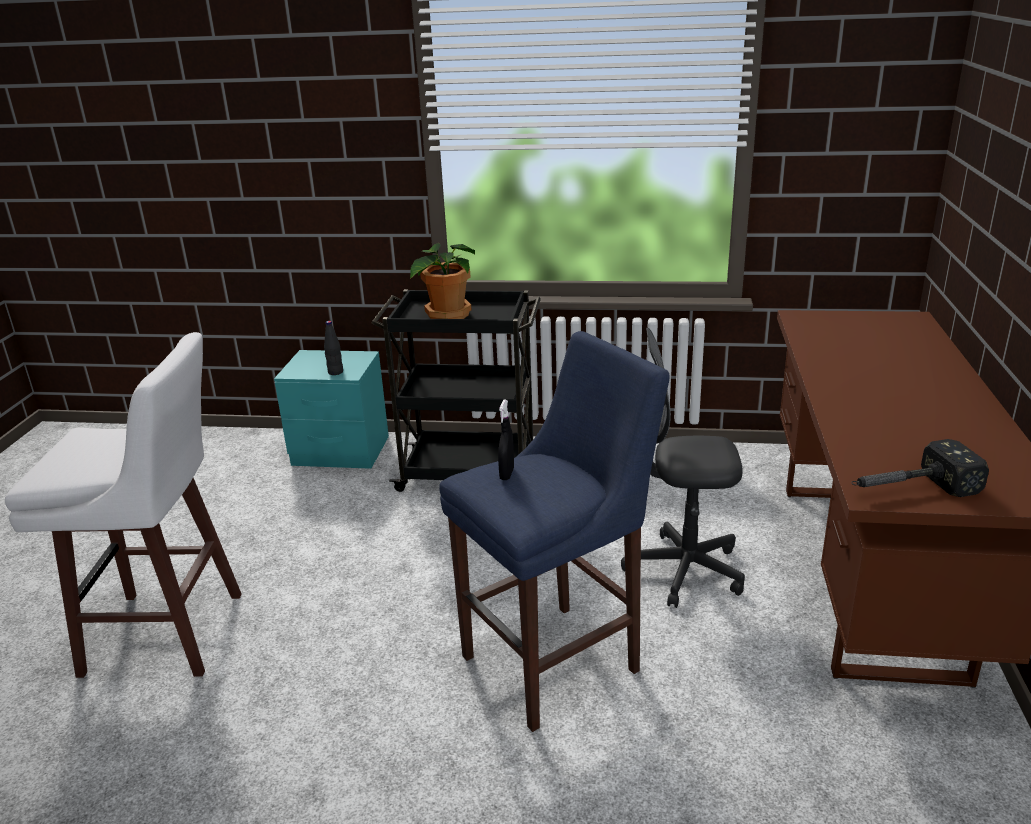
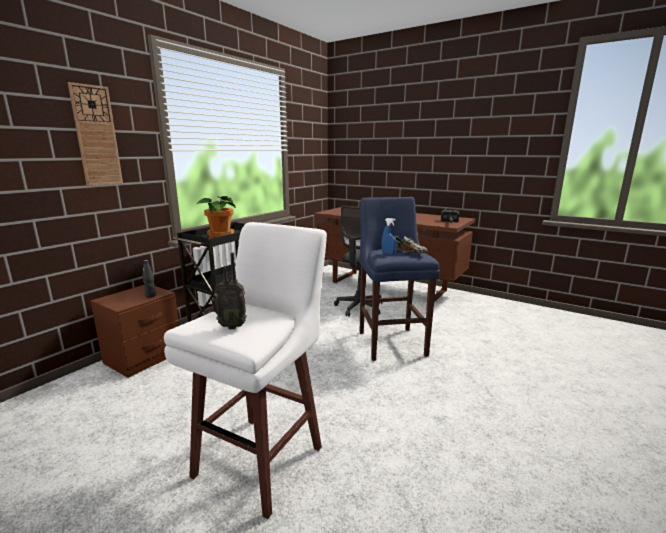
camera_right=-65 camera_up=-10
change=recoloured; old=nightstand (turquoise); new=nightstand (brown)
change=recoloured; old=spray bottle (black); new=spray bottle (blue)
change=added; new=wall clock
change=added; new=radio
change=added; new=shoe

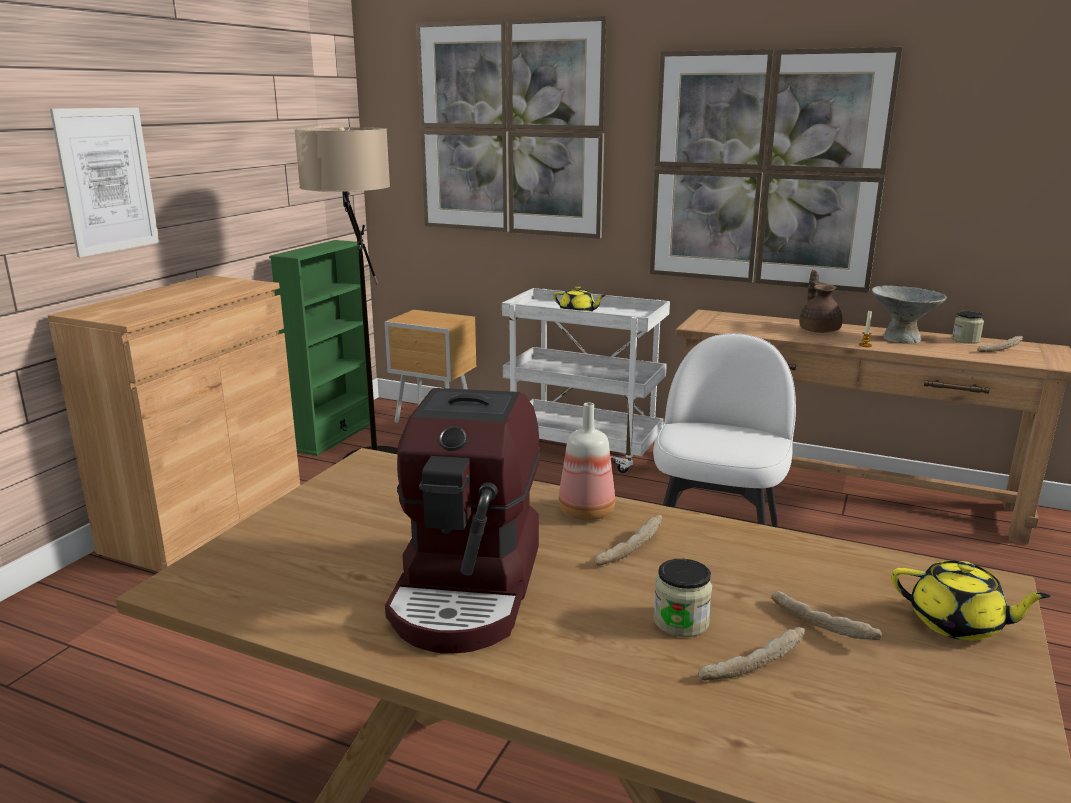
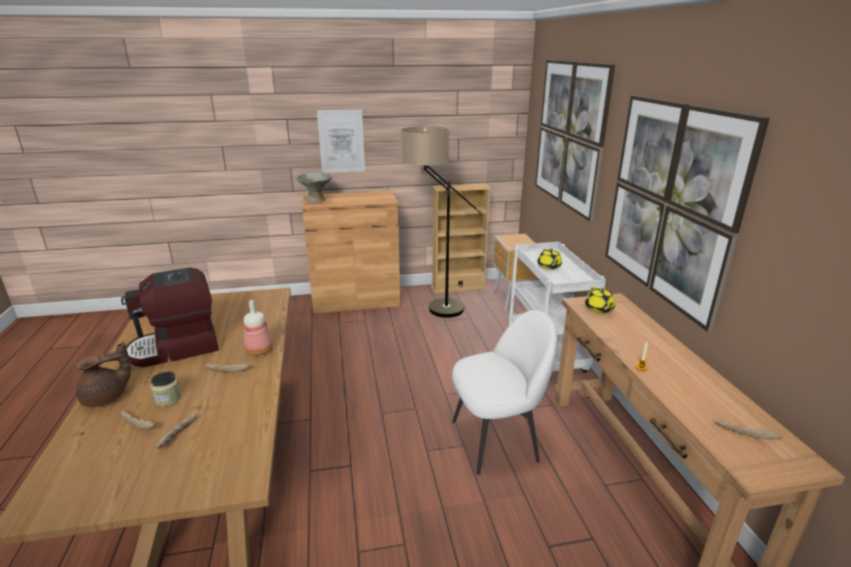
camera_right=55 camera_up=5
change=recoloured; old=bookcase (green); new=bookcase (beige)
change=moved; old=teapot (brown)
change=moved; old=bowl (grey)
change=moved; old=teapot (yellow) (2nd from left)
change=removed; old=jar (2nd from left)

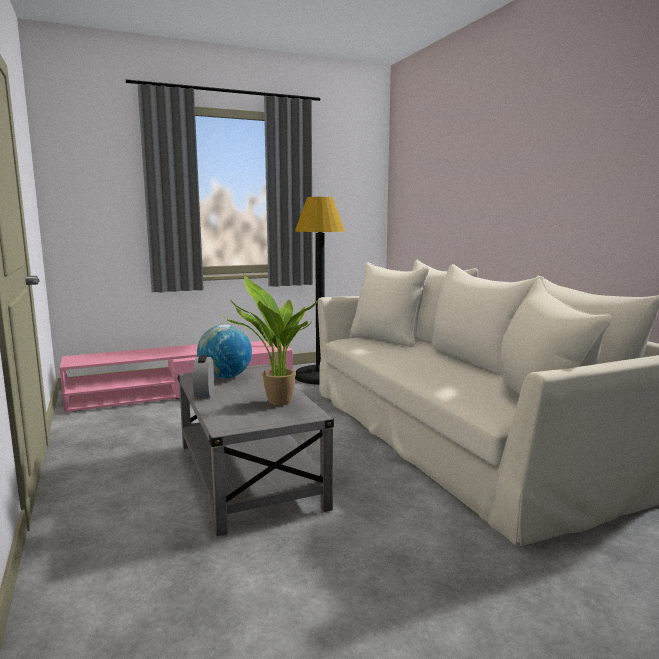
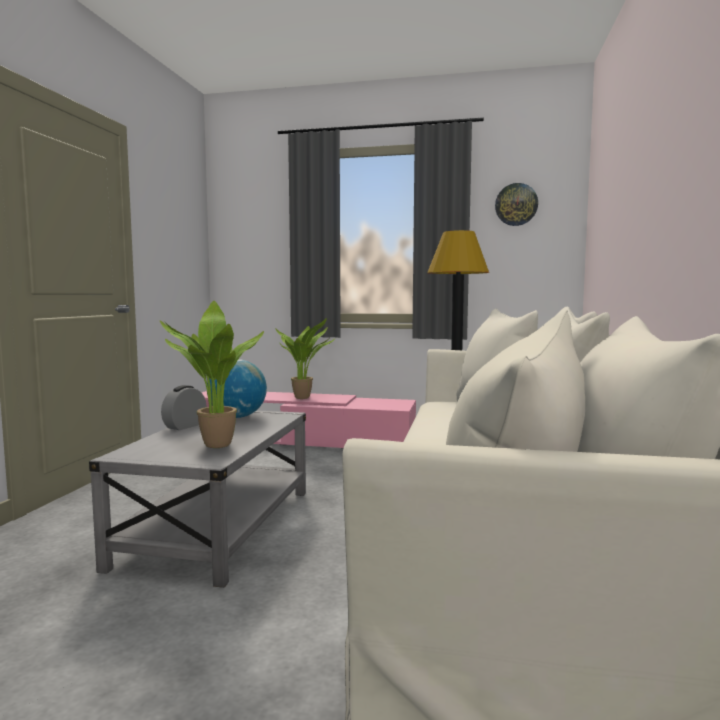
camera_right=35 camera_up=-5
change=added; new=potted plant (2nd from left)
change=added; new=wall clock

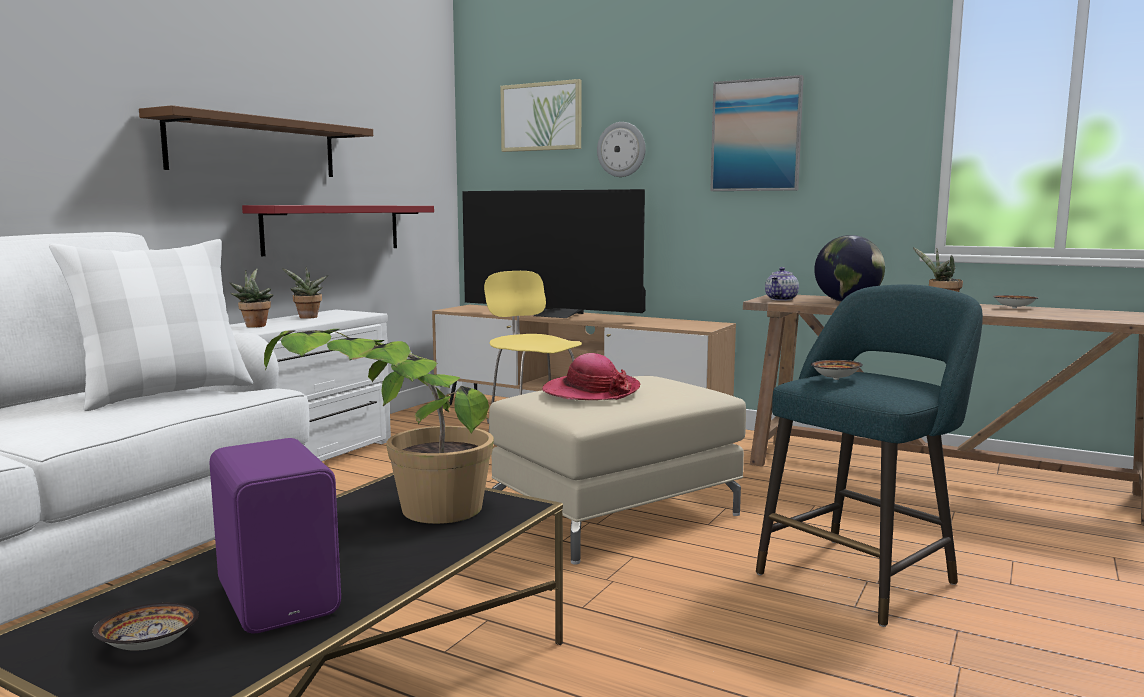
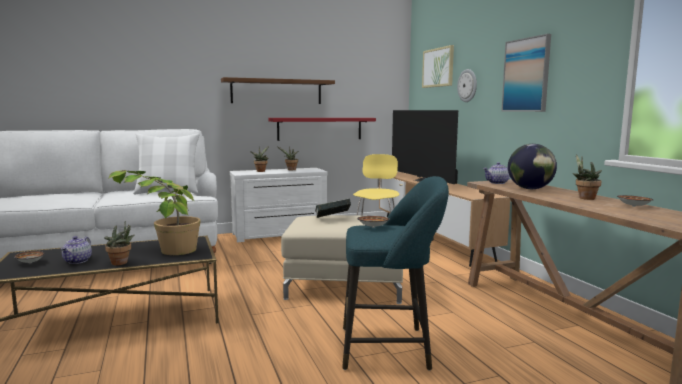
camera_right=40 camera_up=0
change=replaced; old=speaker (purple); new=teapot (1st from left)
change=replaced; old=hat; new=book
change=added; new=potted plant (1st from left)

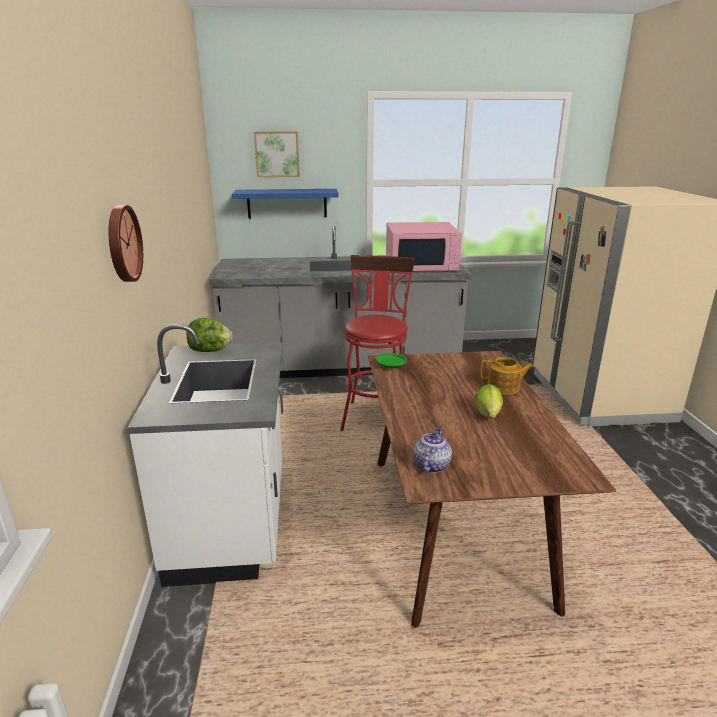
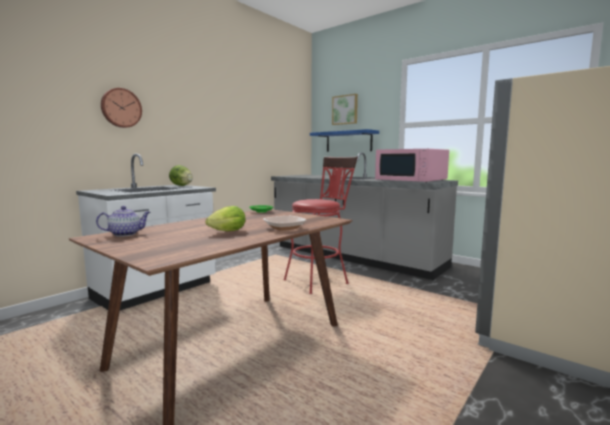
camera_right=45 camera_up=-15
change=replaced; old=teapot (2nd from left); new=bowl

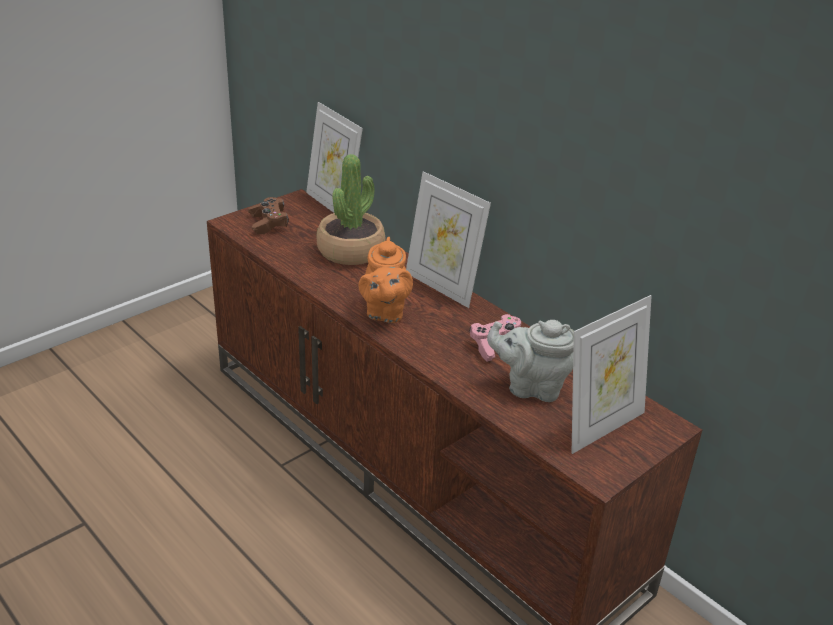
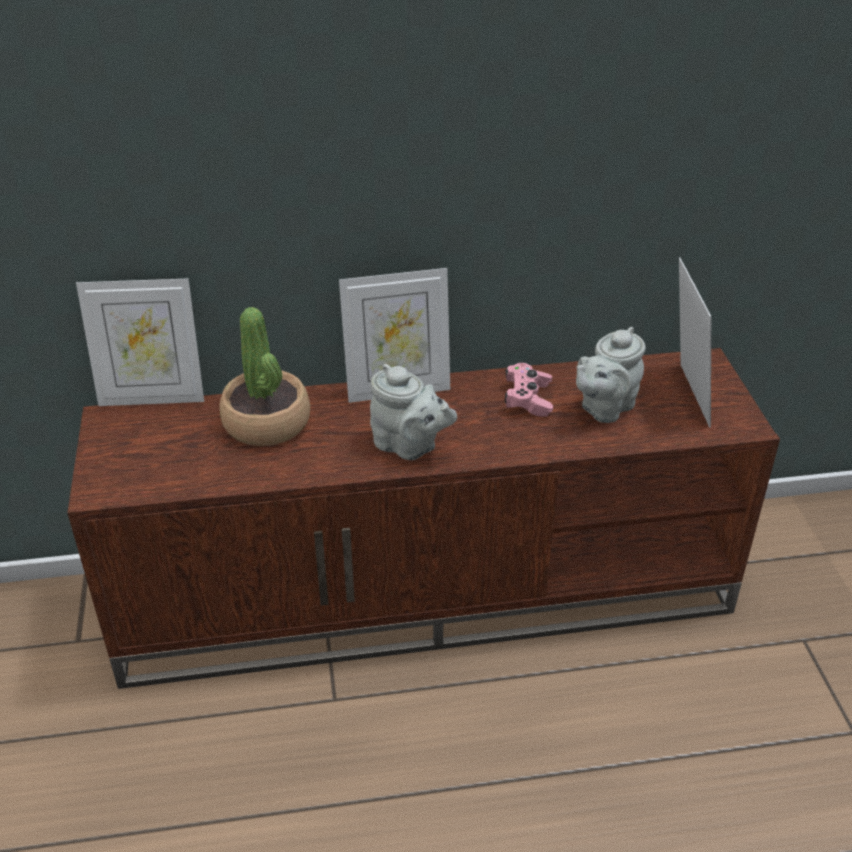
camera_right=-55 camera_up=5
change=removed; old=game controller (brown)
change=recoloured; old=teapot (orange); new=teapot (grey) (1st from left)

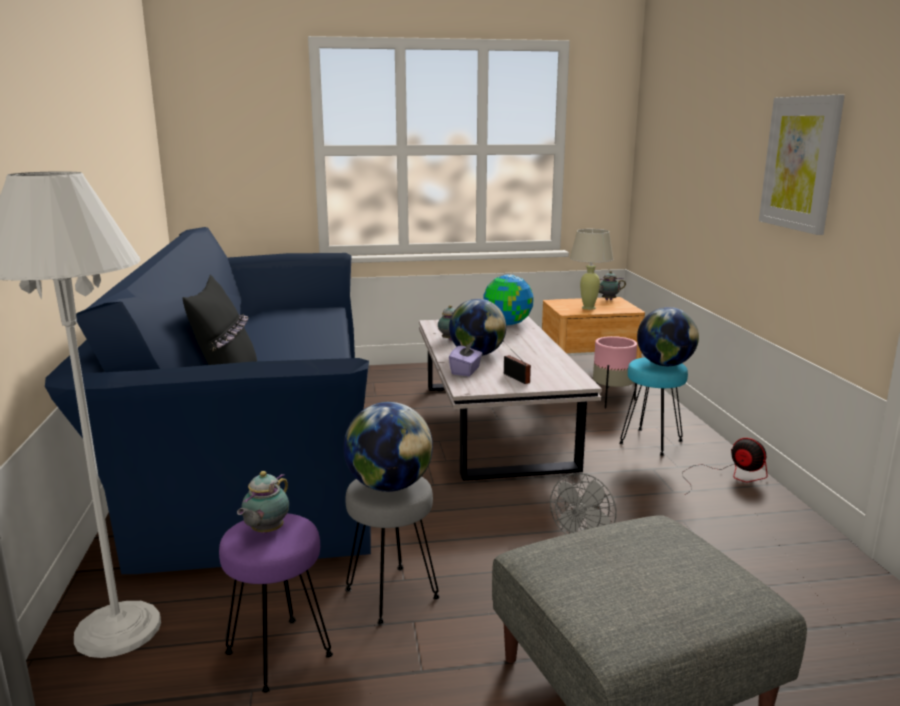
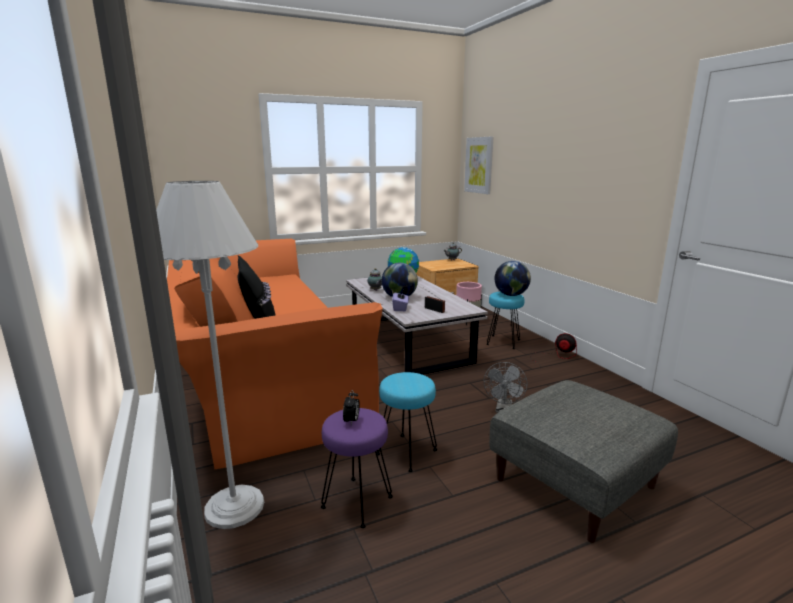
camera_right=-15 camera_up=0
change=recoloured; old=sofa (blue); new=sofa (orange)
change=replaced; old=teapot (1st from left); new=alarm clock
change=removed; old=globe (1st from left)
change=recoloured; old=stool (grey); new=stool (turquoise) (1st from left)
change=removed; old=table lamp (beige)
change=moved; old=picture

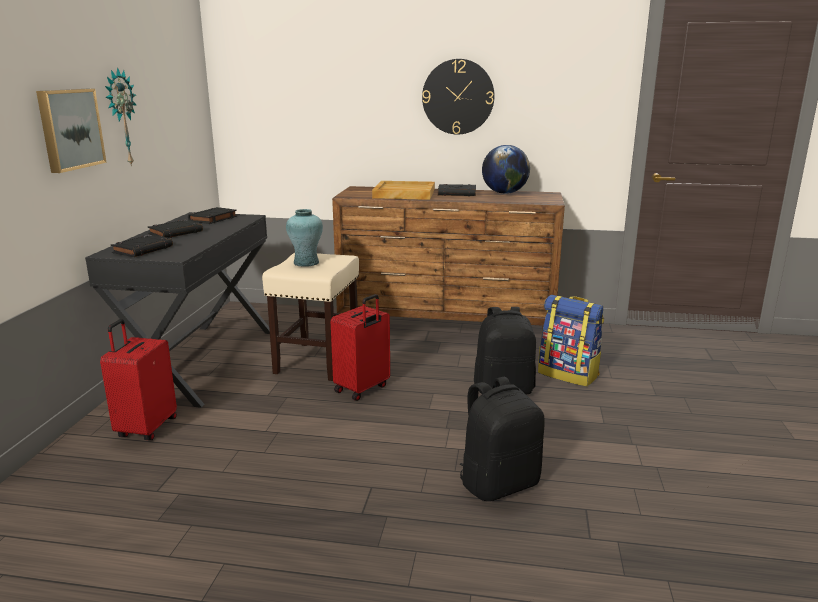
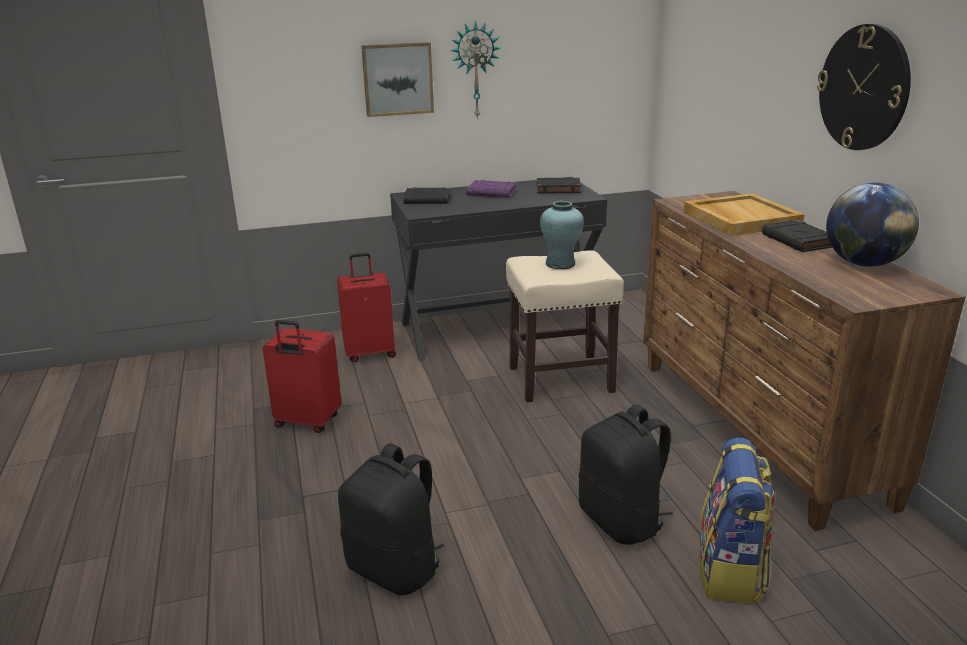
camera_right=65 camera_up=5
change=recoloured; old=book (black) (2nd from left); new=book (purple)
change=moved; old=suitcase (red) (2nd from left in the first image); new=suitcase (red) (1st from left)

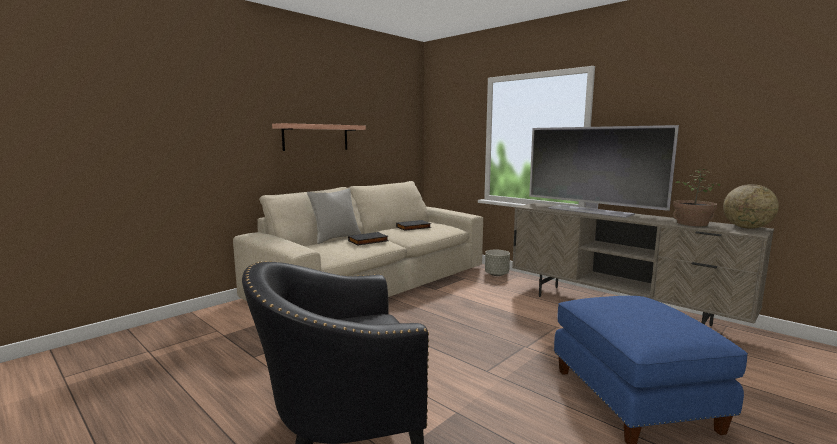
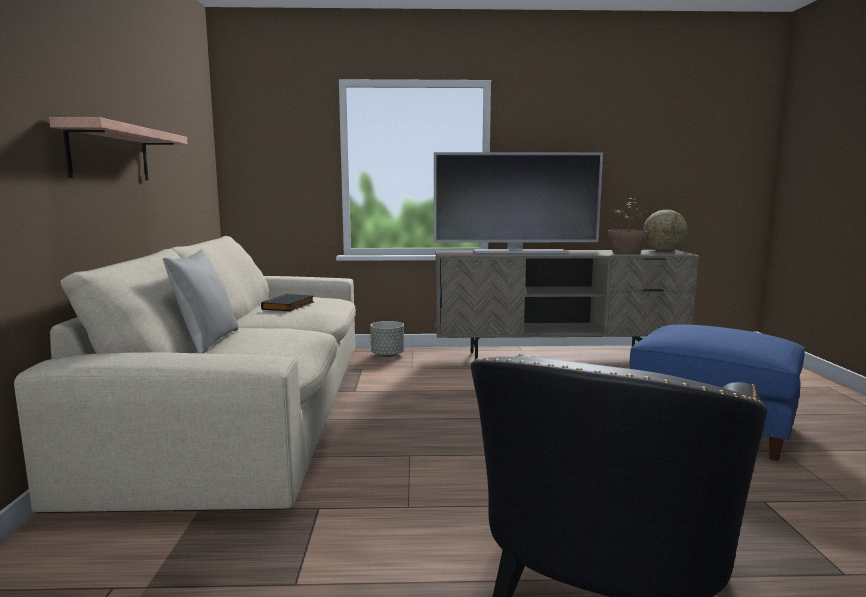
camera_right=-45 camera_up=0
change=removed; old=book (black) (1st from left)

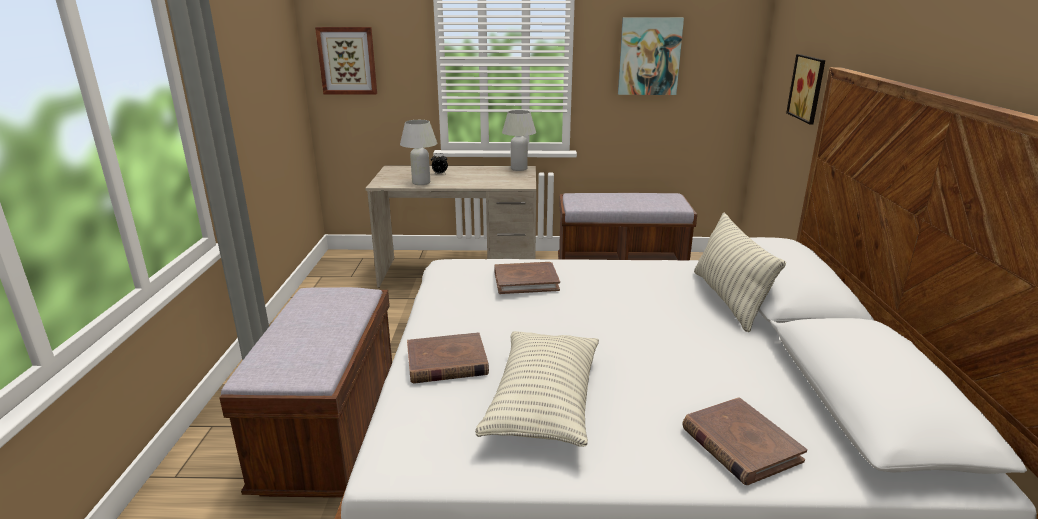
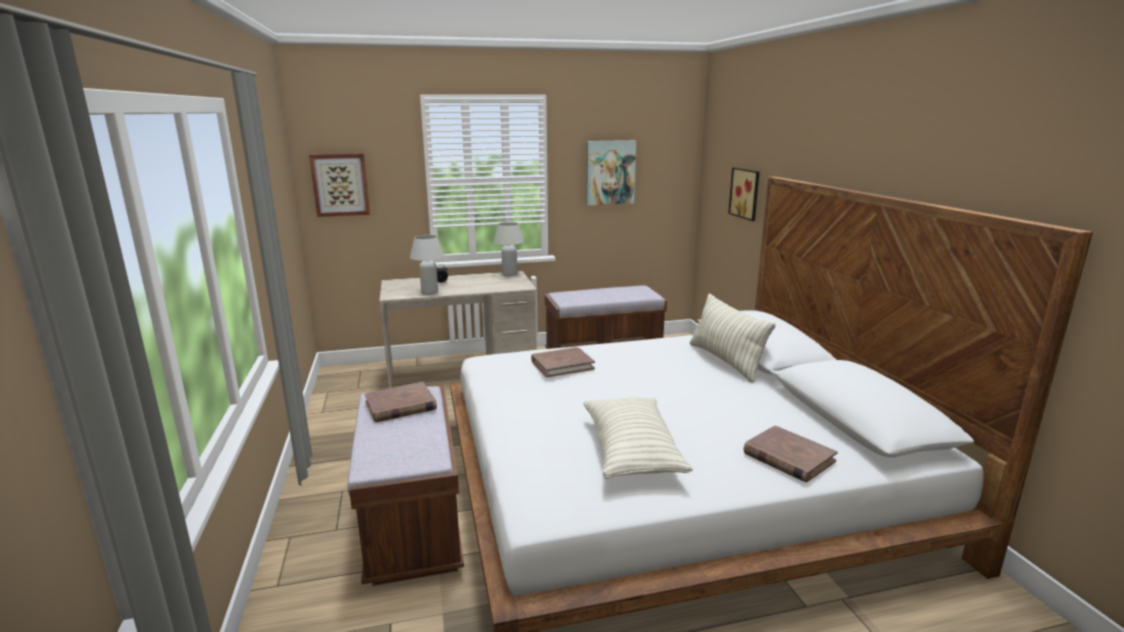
camera_right=-15 camera_up=-5
change=moved; old=book (brown) (1st from left)

